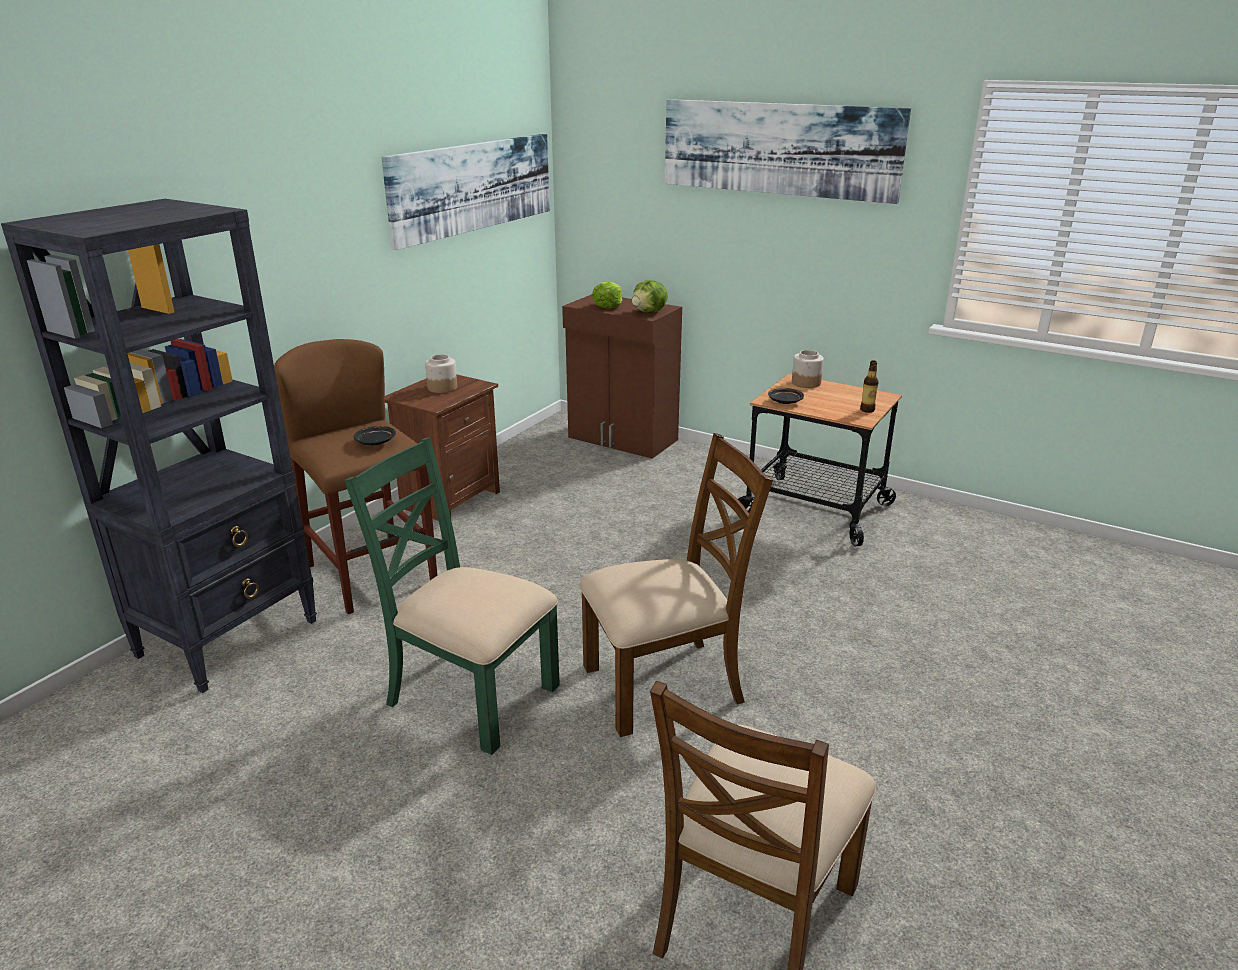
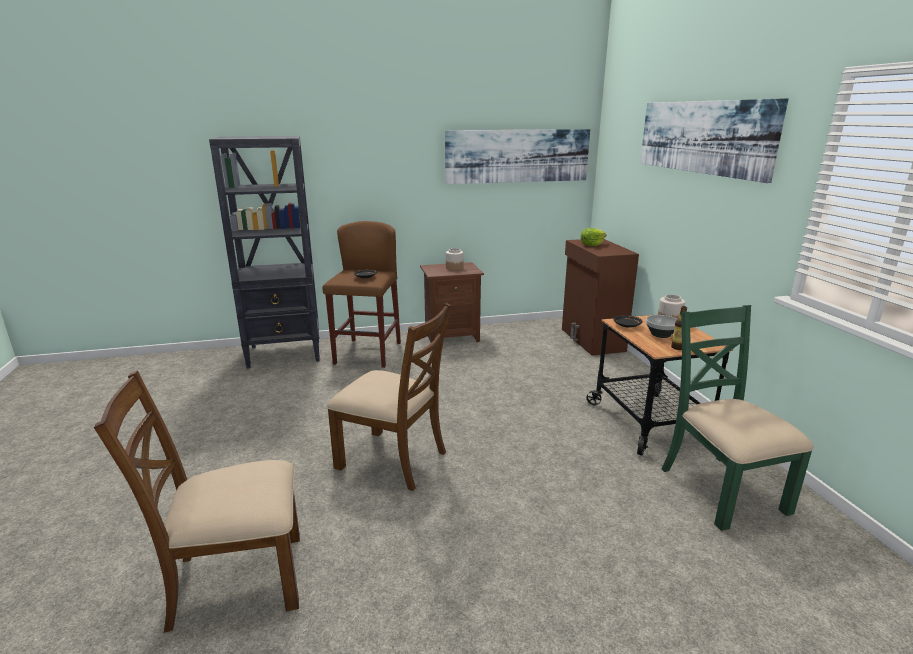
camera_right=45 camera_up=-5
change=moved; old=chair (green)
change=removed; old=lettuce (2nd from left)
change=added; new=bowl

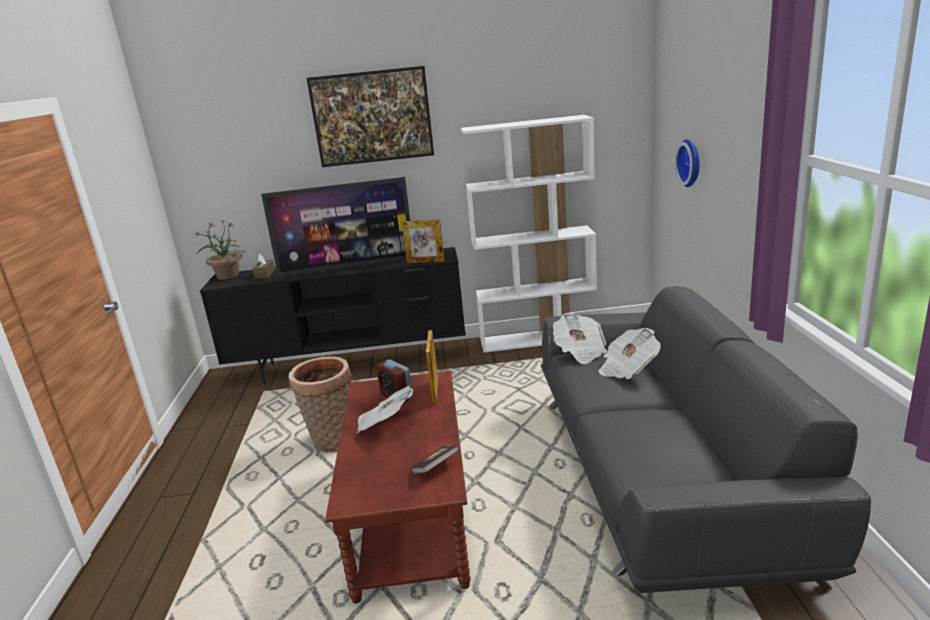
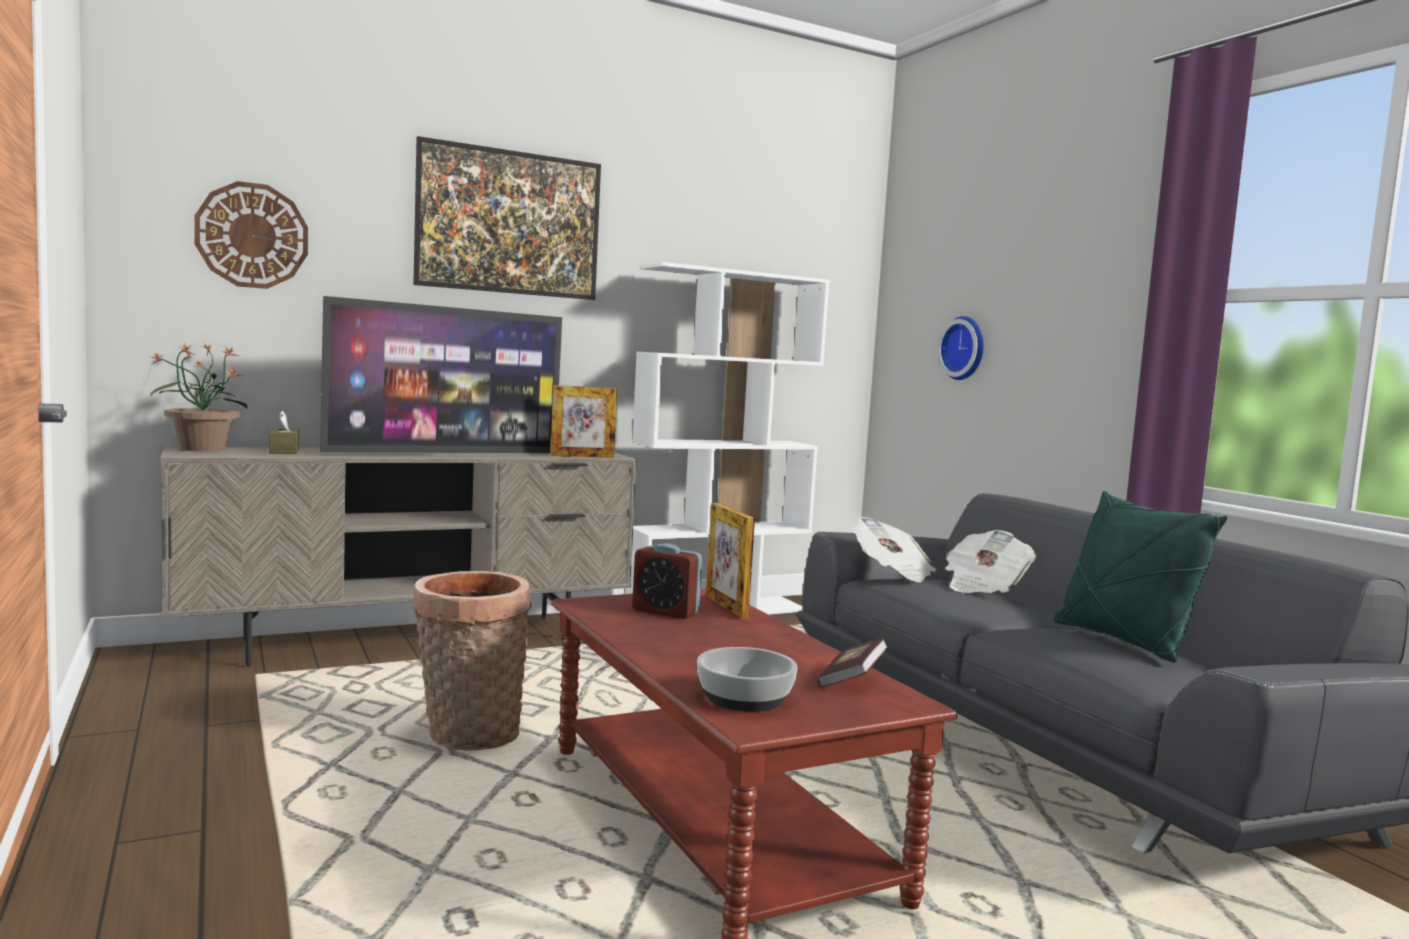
camera_right=-25 camera_up=-15
change=recoloured; old=tv stand (black); new=tv stand (beige)
change=removed; old=newspaper (1st from left)
change=added; new=wall clock (1st from left)
change=added; new=bowl
change=added; new=pillow (green)

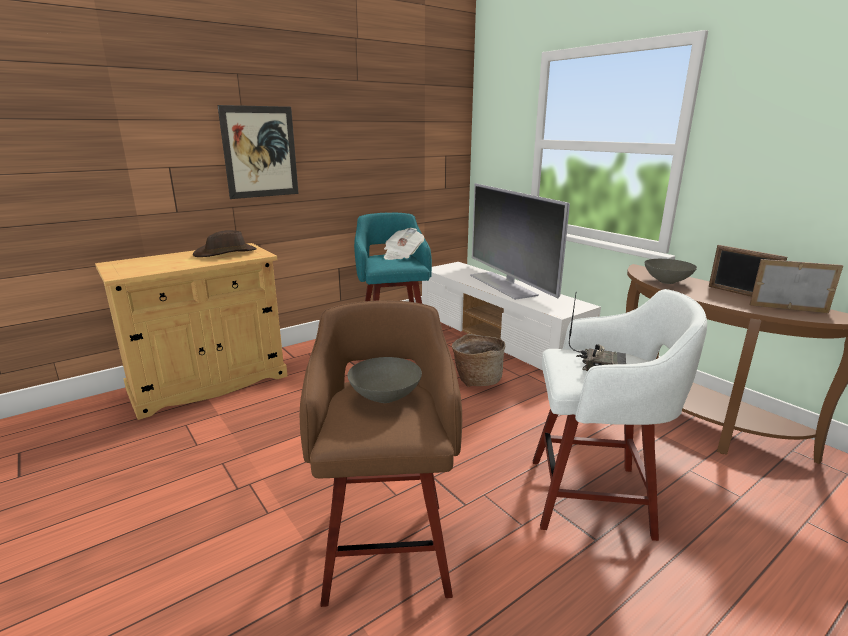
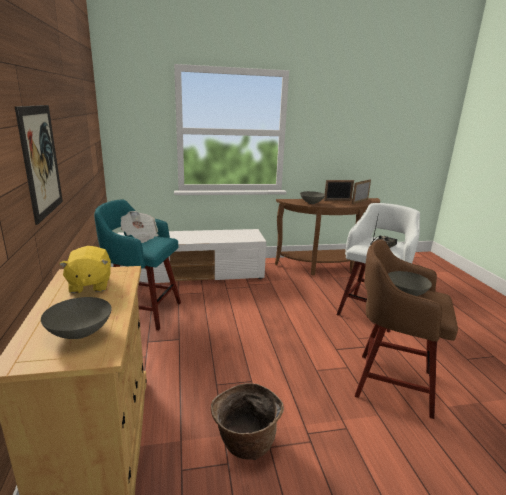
camera_right=-65 camera_up=0
change=replaced; old=hat (brown); new=plush toy (yellow)
change=moved; old=basket
change=removed; old=television
change=added; new=bowl (grey) (1st from left)

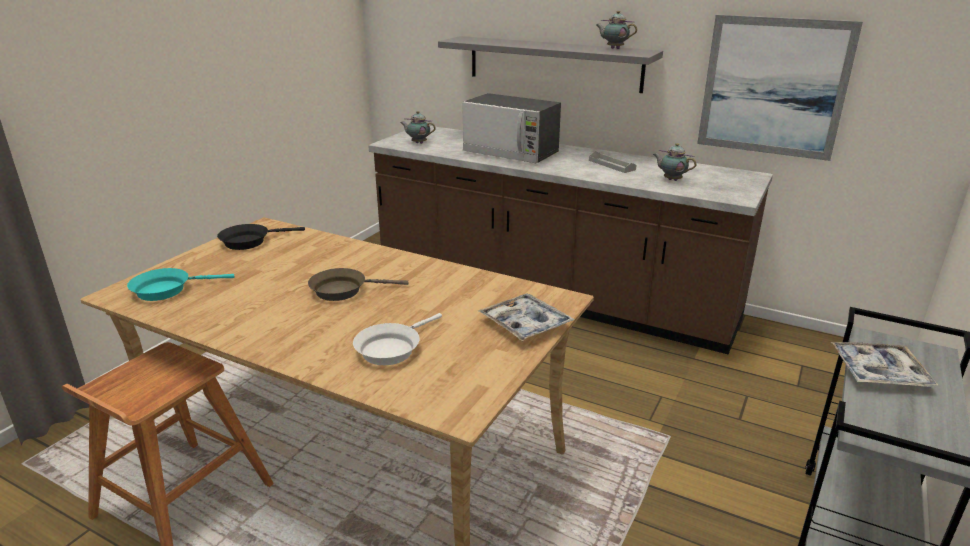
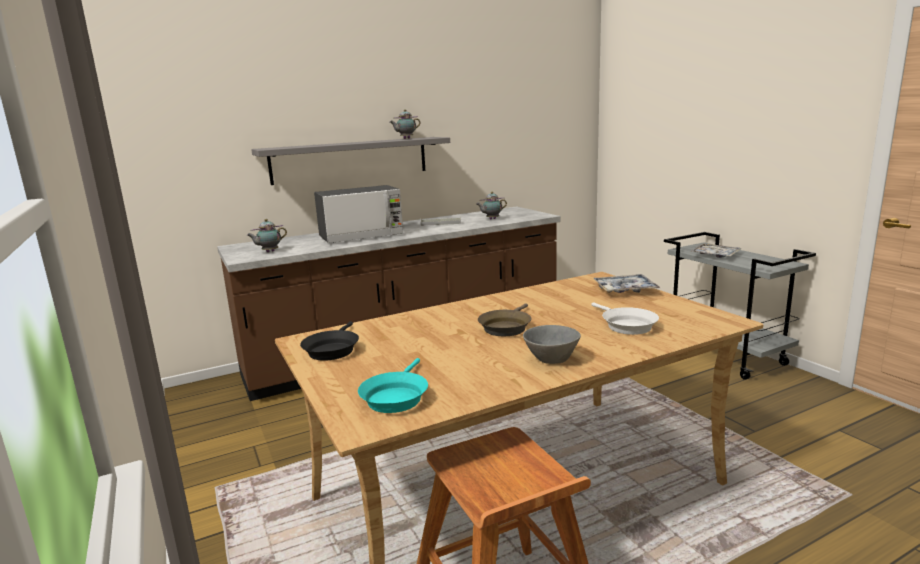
camera_right=-55 camera_up=-10
change=removed; old=picture
change=added; new=bowl (grey)

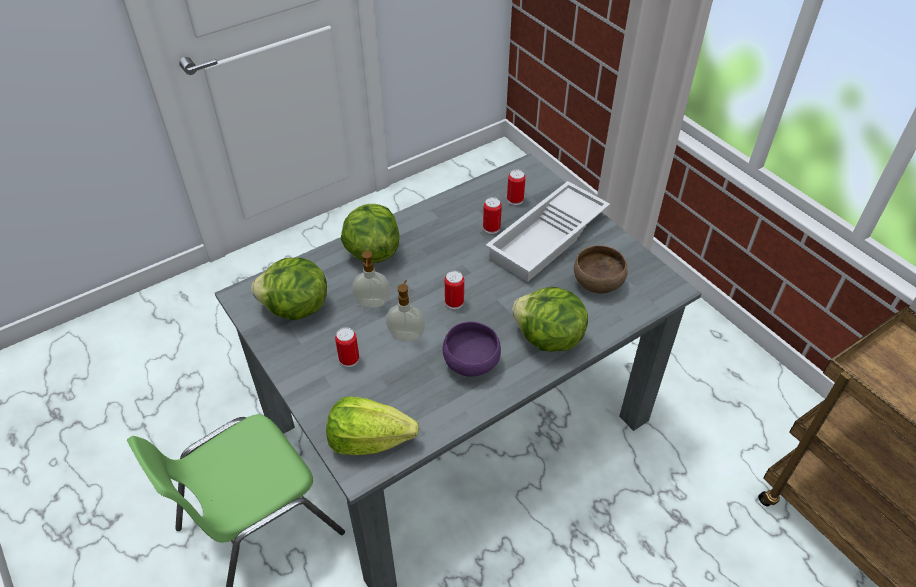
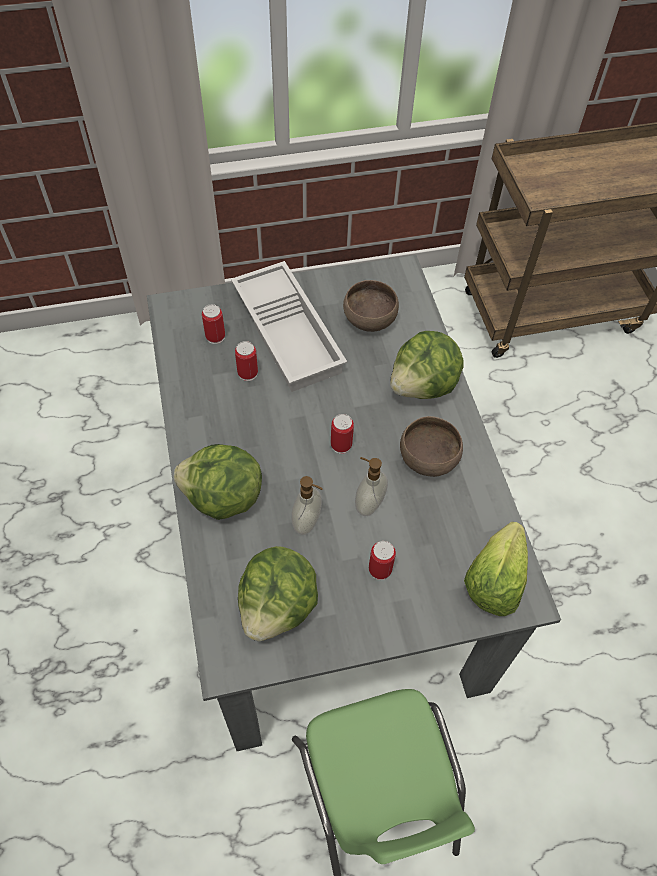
camera_right=-70 camera_up=10
change=recoloured; old=bowl (purple); new=bowl (brown) (2nd from left)

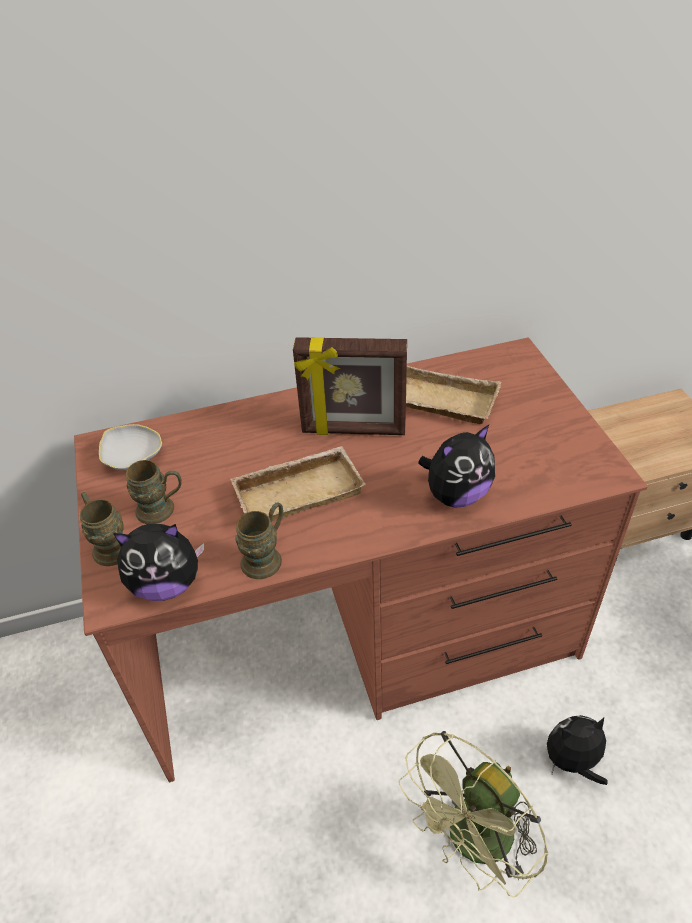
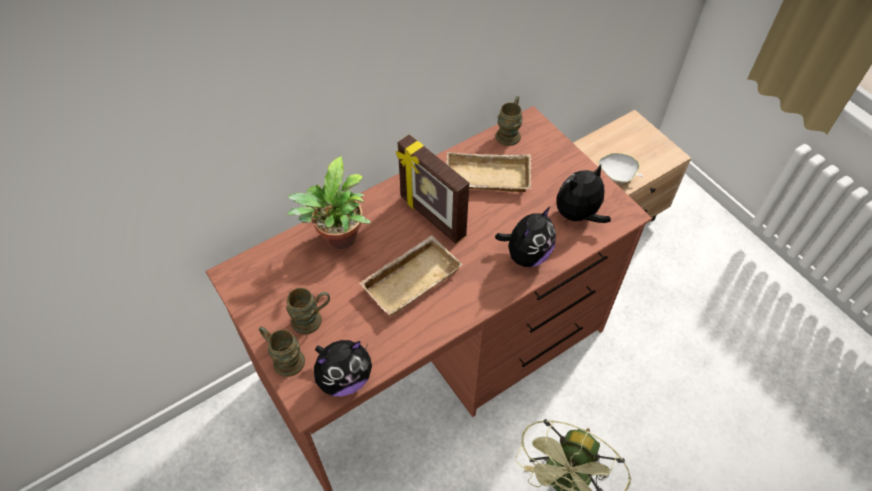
camera_right=-20 camera_up=10
change=moved; old=bowl (white)
change=moved; old=mug (brown) (3rd from left)
change=turned; old=picture frame; degrees=60
change=moved; old=plush toy (3rd from left)
change=added; new=potted plant

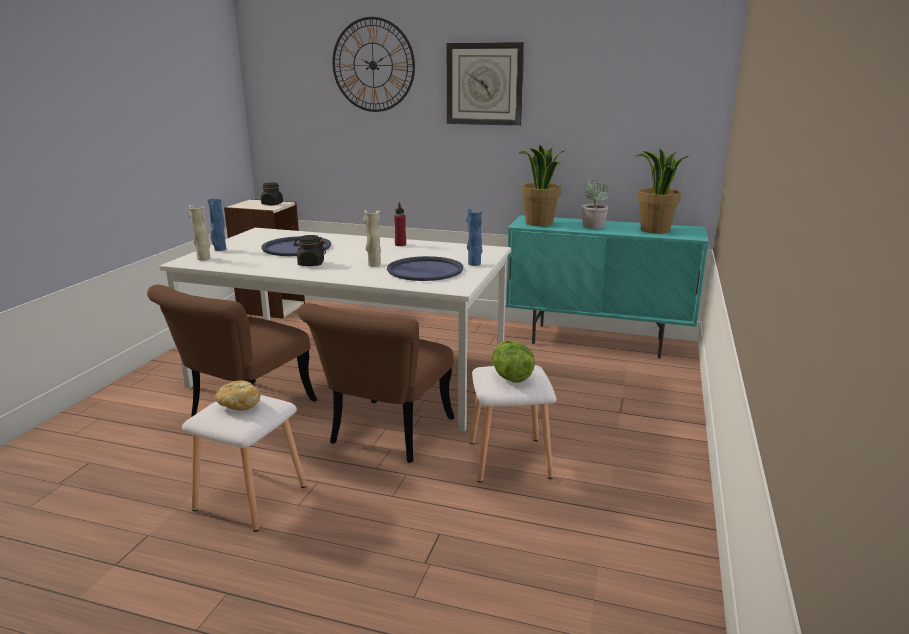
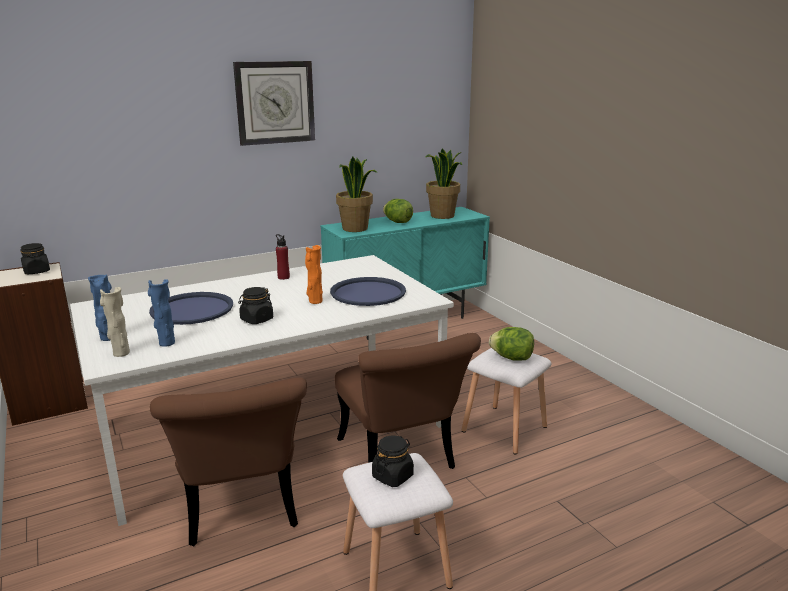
camera_right=-45 camera_up=0
change=replaced; old=bread; new=jar (black) (3rd from left)
change=removed; old=wall clock (1st from left)
change=recoloured; old=vase (beige) (2nd from left); new=vase (orange)
change=moved; old=vase (blue) (2nd from left)
change=replaced; old=potted plant (2nd from left); new=lettuce (1st from left)

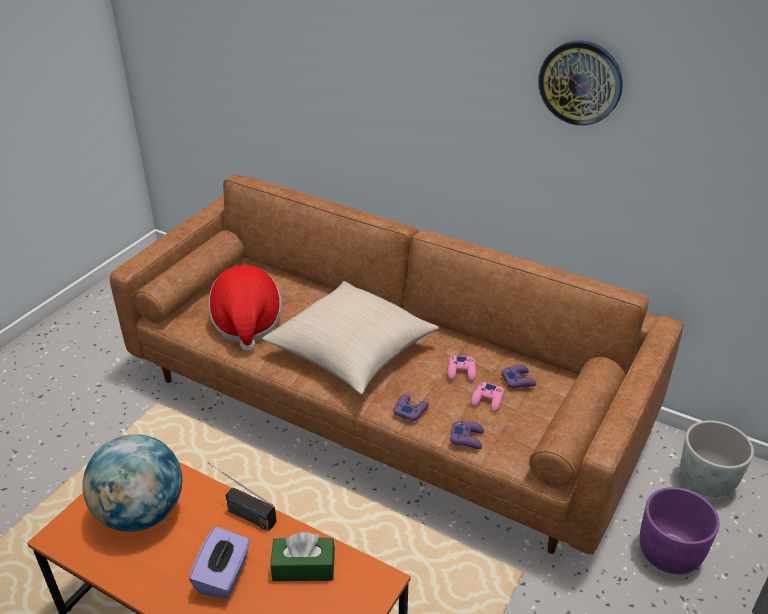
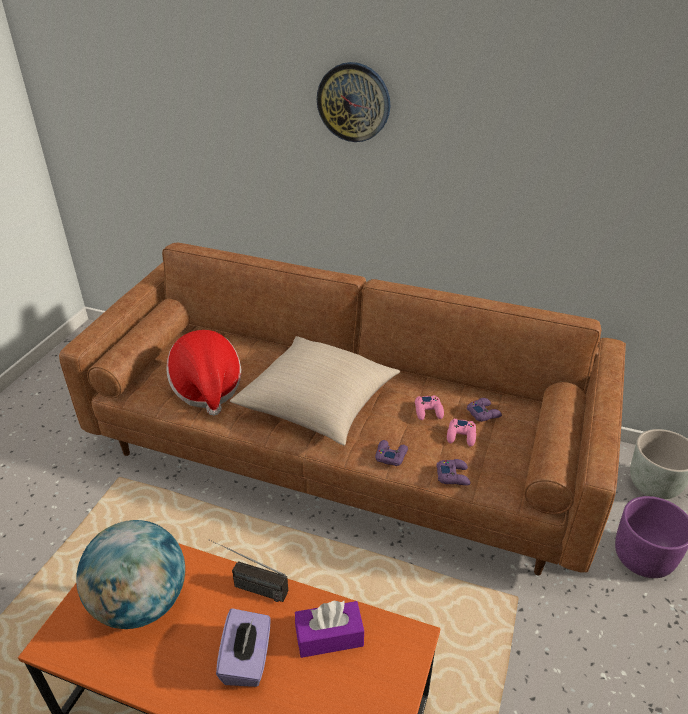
camera_right=-10 camera_up=0
change=recoloured; old=tissue box (green); new=tissue box (purple) (2nd from left)
change=moved; old=wall clock

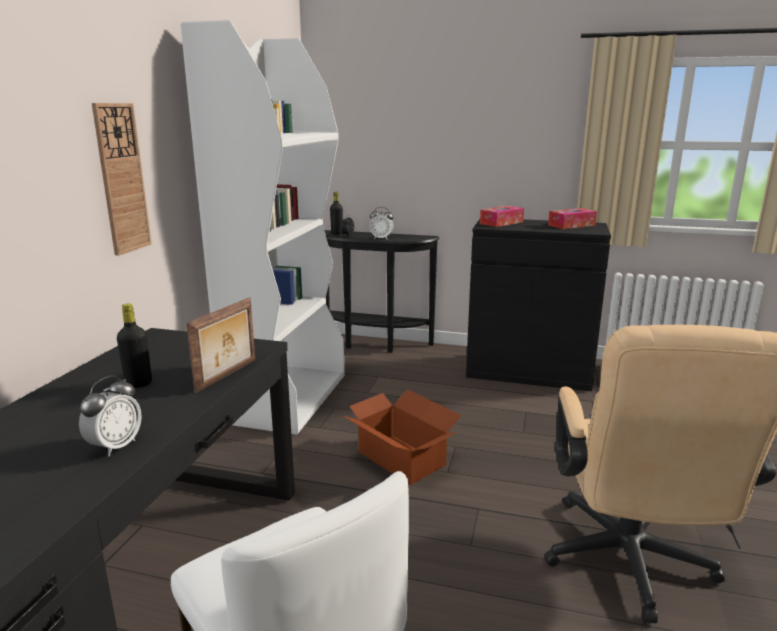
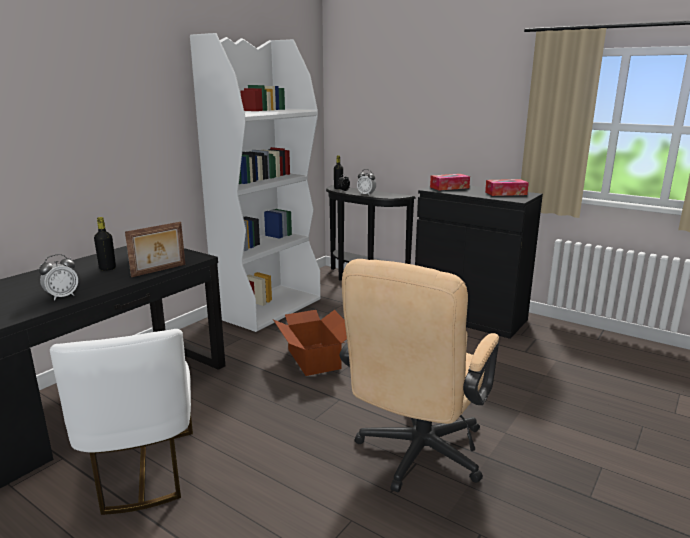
camera_right=20 camera_up=0
change=removed; old=wall clock

